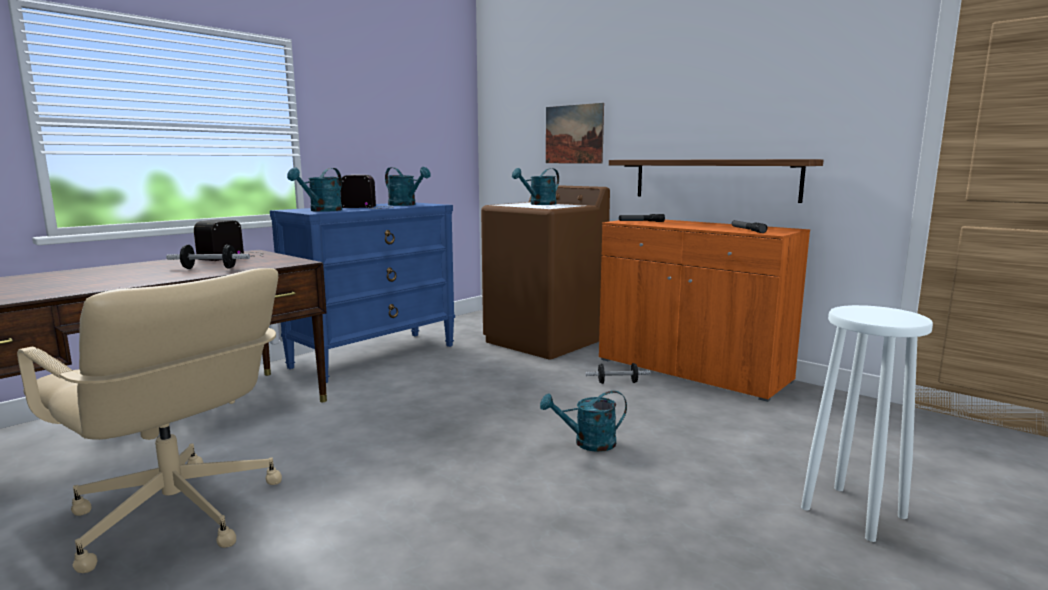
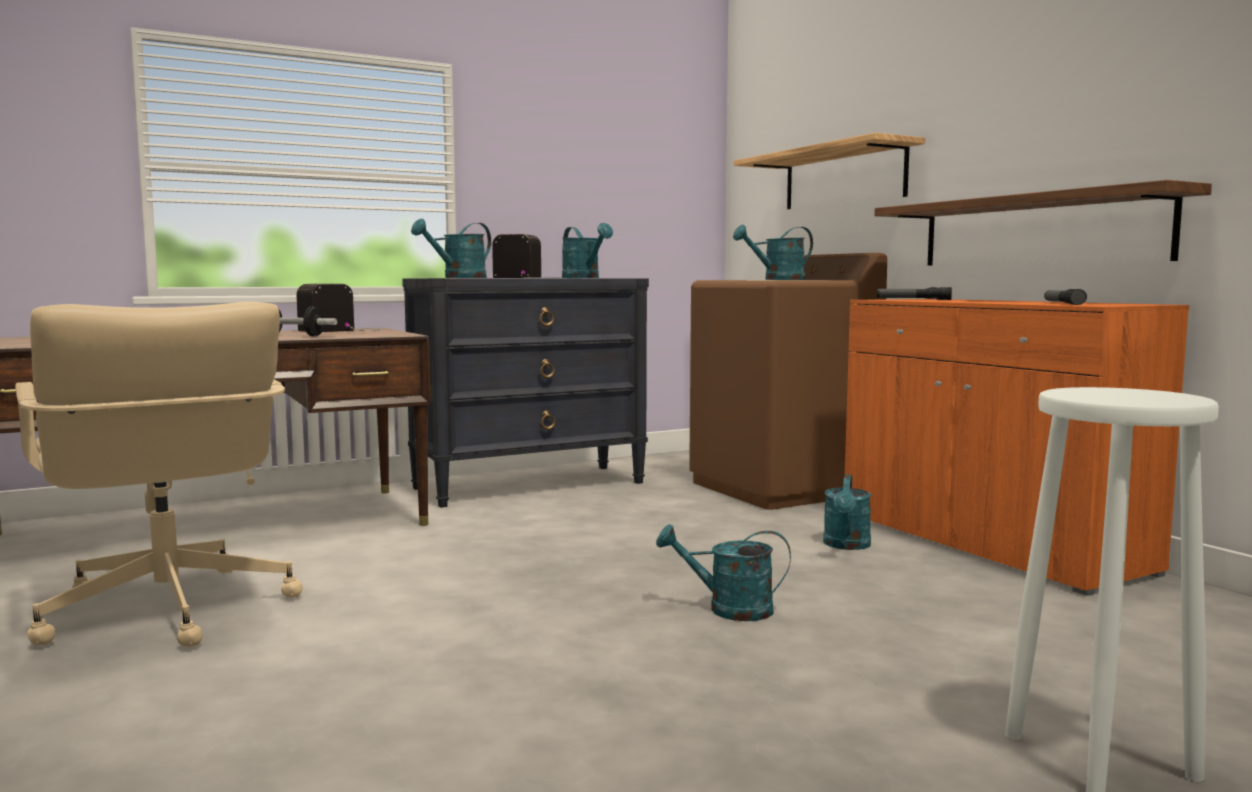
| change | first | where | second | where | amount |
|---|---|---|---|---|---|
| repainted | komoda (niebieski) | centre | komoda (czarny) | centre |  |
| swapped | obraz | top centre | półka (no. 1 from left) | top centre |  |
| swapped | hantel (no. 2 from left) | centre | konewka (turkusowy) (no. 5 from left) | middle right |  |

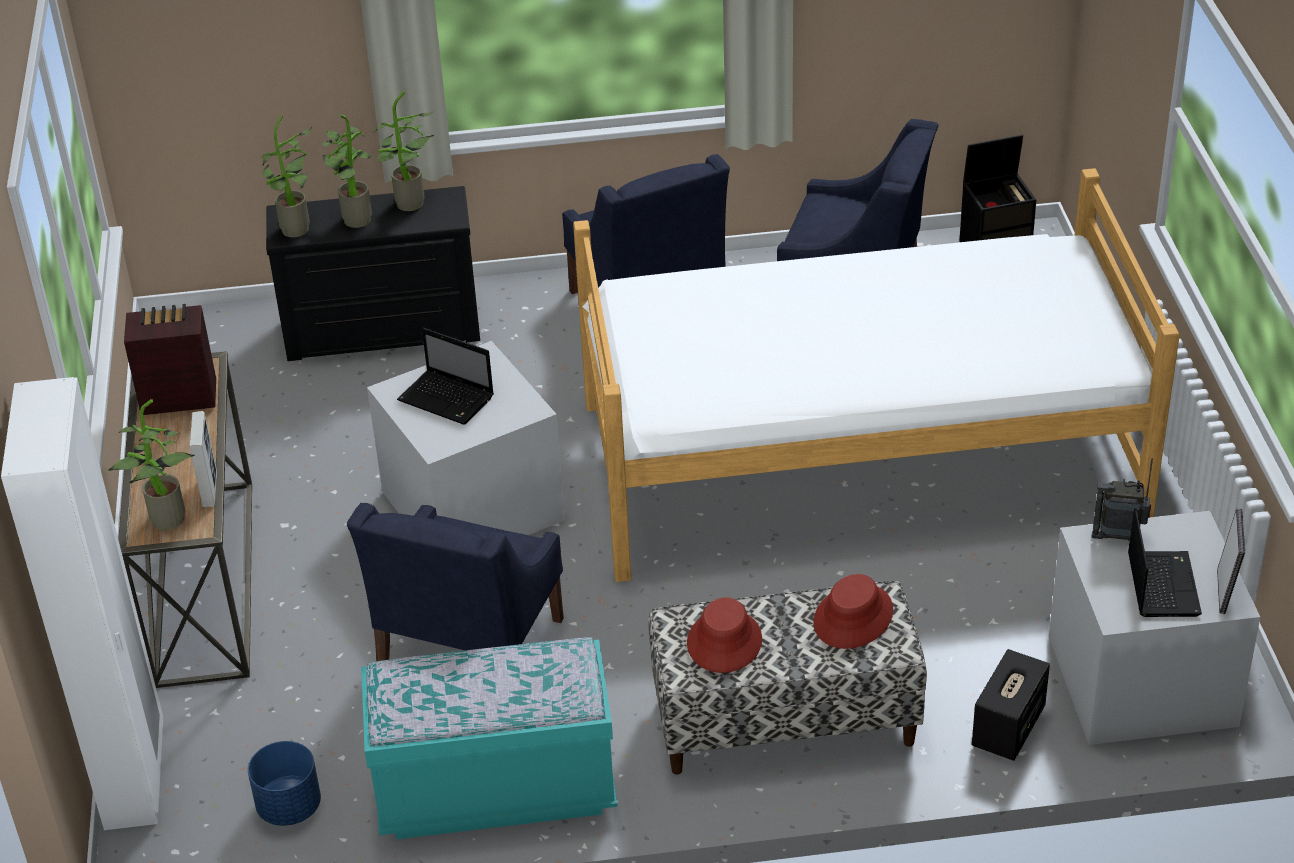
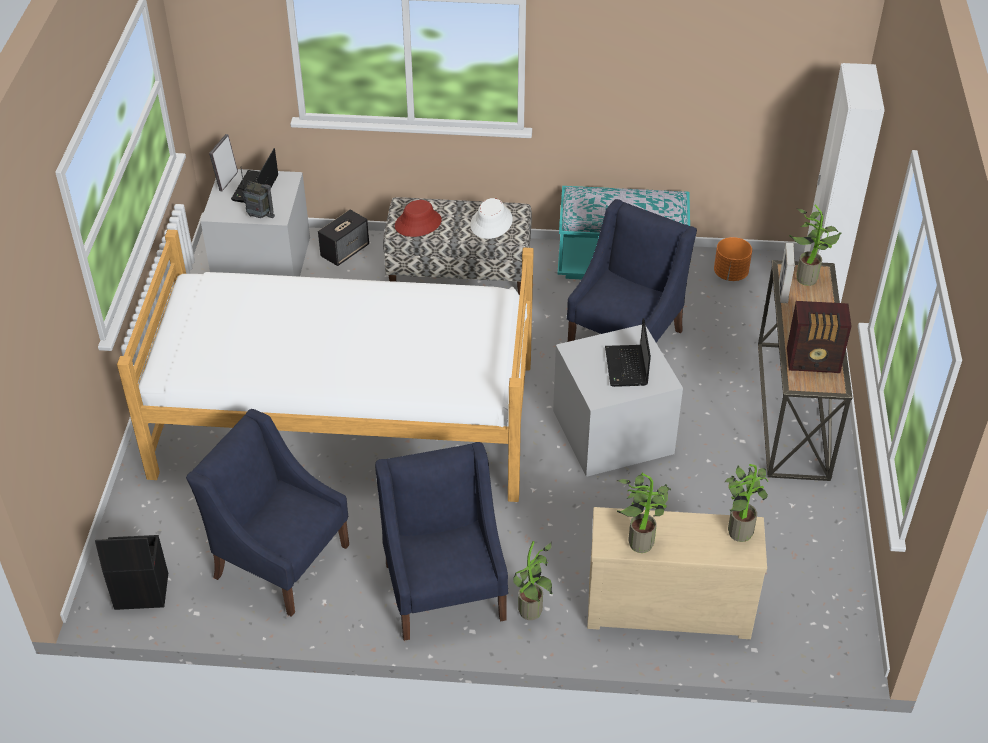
| change | first | where | second | where | amount |
|---|---|---|---|---|---|
| repainted | donica (niebieski) | bottom left | donica (pomarańczowy) | middle right |  |
| repainted | komoda (czarny) | top left | komoda (beżowy) | bottom right |  |
| shifted | roślina doniczkowa (no. 3 from left in the first image) | top left | roślina doniczkowa (no. 1 from left) | bottom centre |  |
| rotated | laptop (no. 1 from left in the first image) | centre | laptop (no. 2 from left) | centre | 135 degrees counterclockwise |
| repainted | kapelusz (czerwony) (no. 1 from left) | bottom centre | kapelusz (biały) | top centre |  |

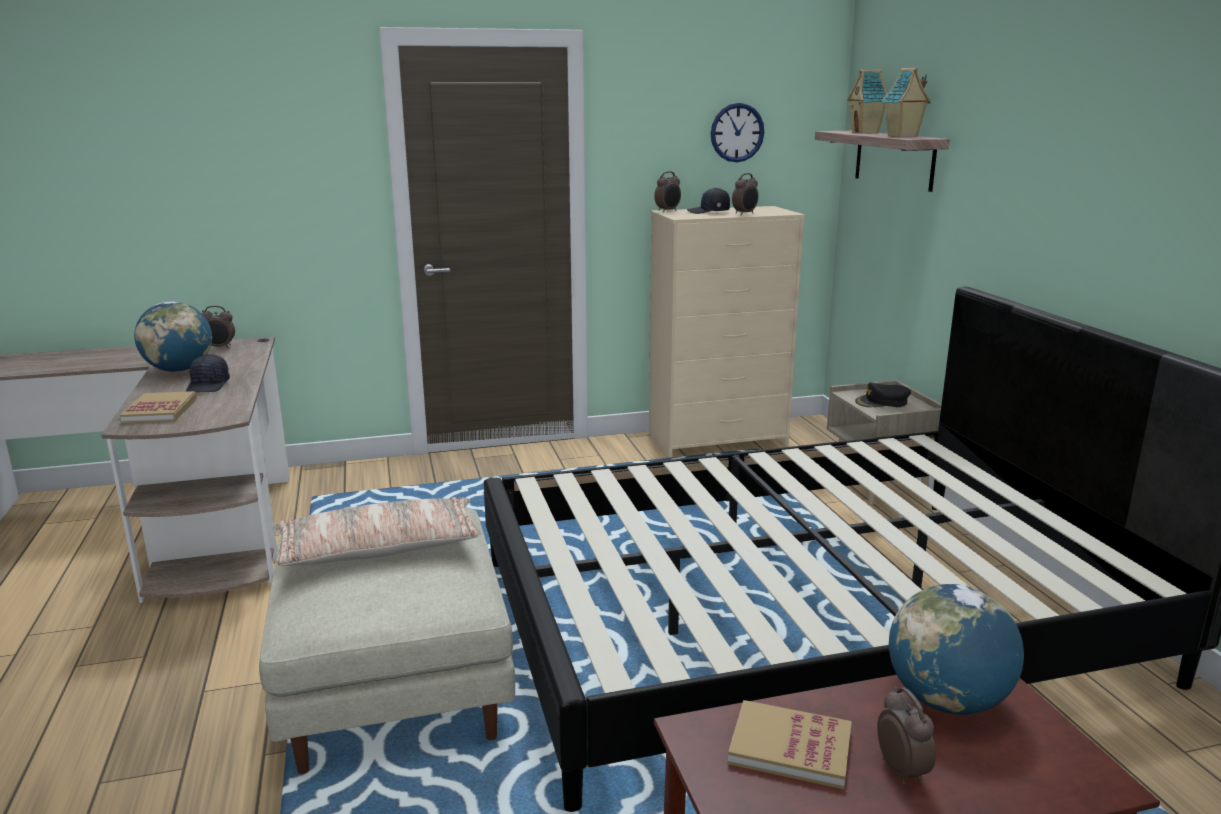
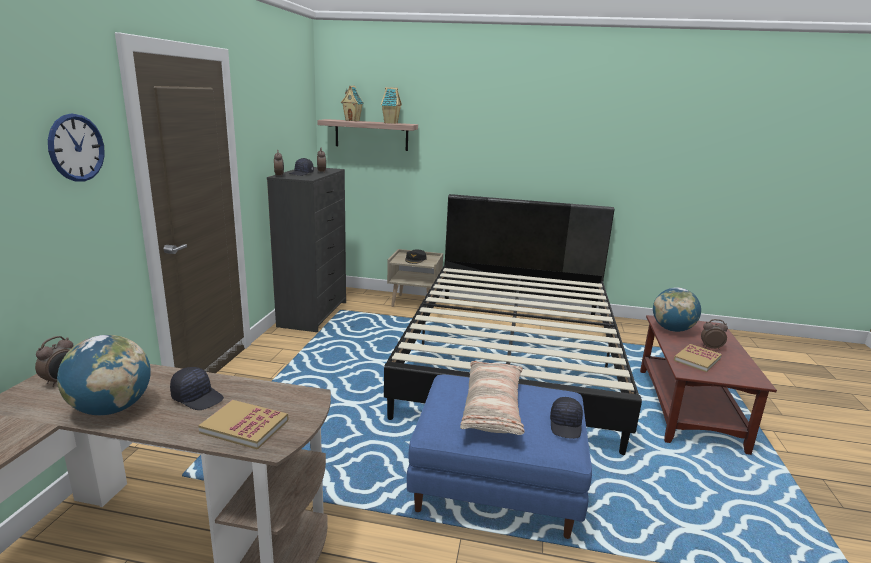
| change | first | where | second | where | amount |
|---|---|---|---|---|---|
| repainted | pufa (beżowy) | bottom left | pufa (niebieski) | bottom centre |  |
| repainted | komoda (beżowy) | centre | komoda (czarny) | centre |  |
| shifted | zegar ścienny | top centre |  | top left |  |
| new |  |  | czapka z daszkiem (czarny) (no. 4 from left) | bottom centre |  |

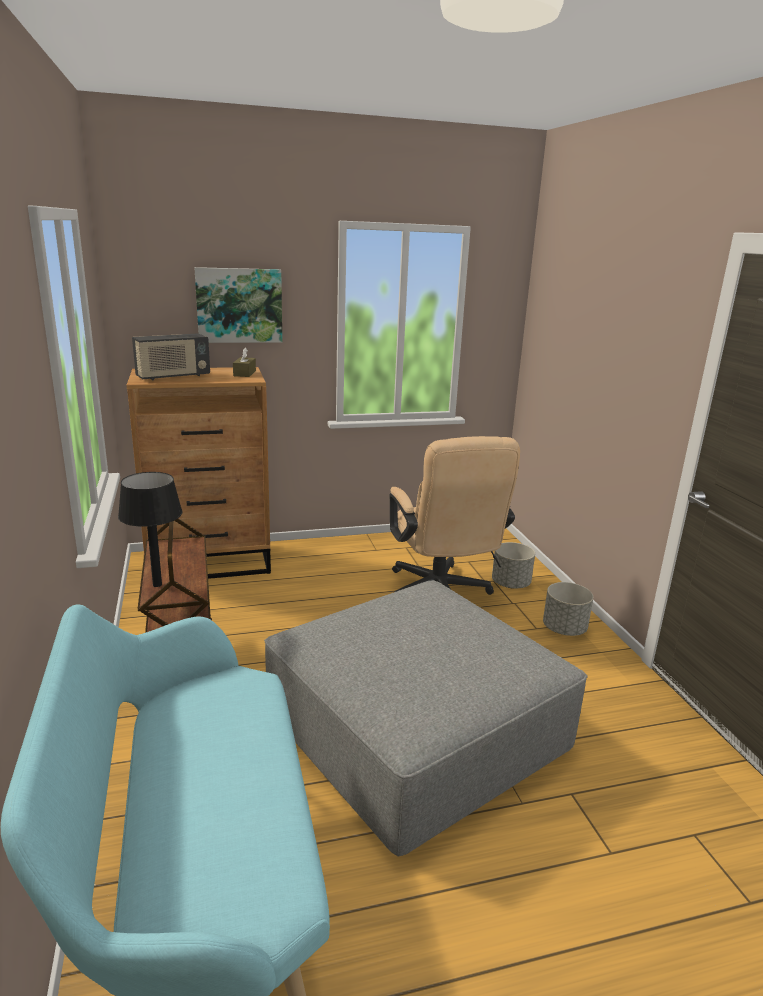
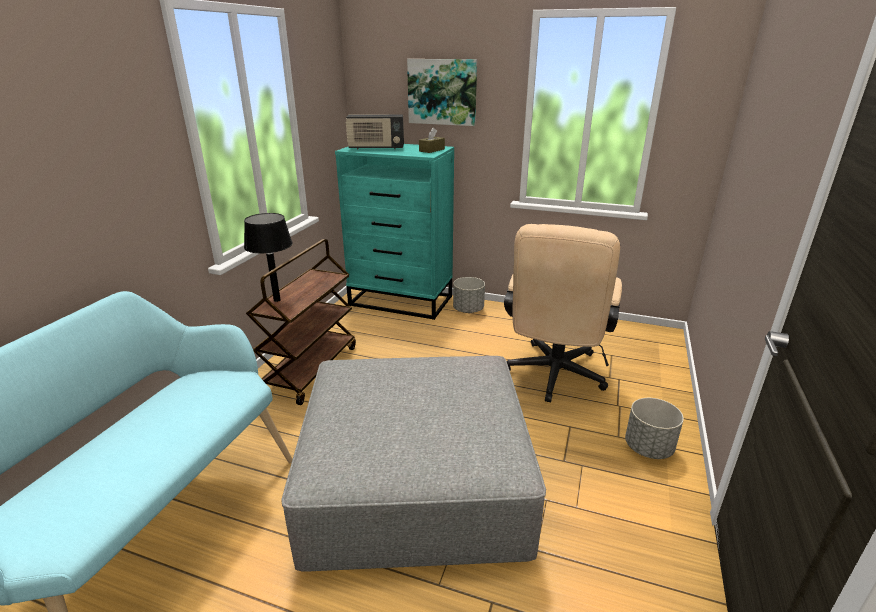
| change | first | where | second | where | amount |
|---|---|---|---|---|---|
| repainted | komoda (brązowy) | middle left | komoda (turkusowy) | centre |  |
| shifted | donica (szary) (no. 1 from left) | middle right |  | centre |  |

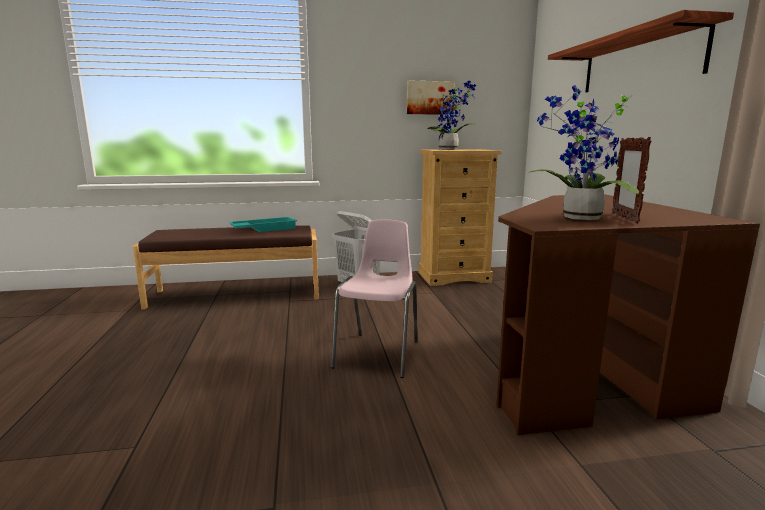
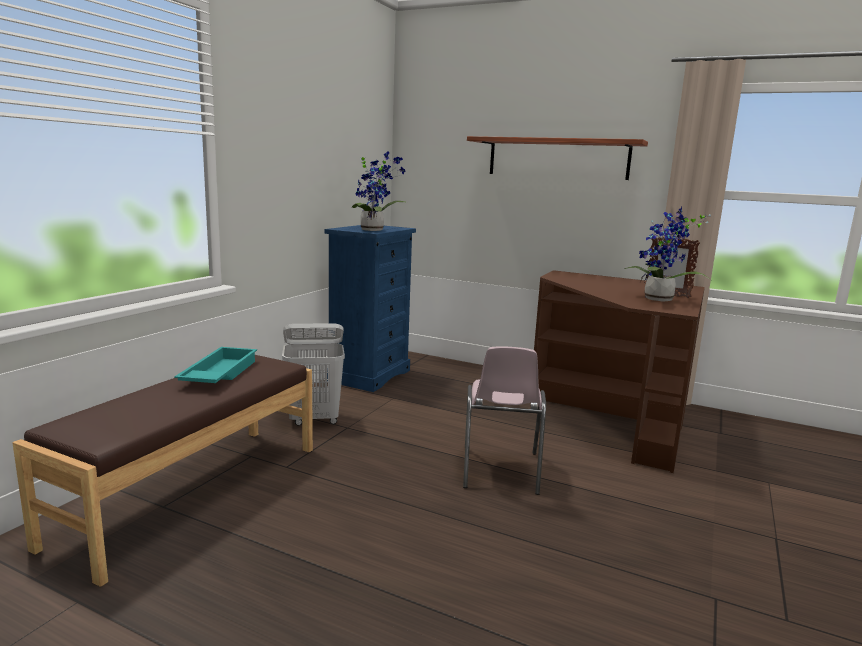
| change | first | where | second | where | amount |
|---|---|---|---|---|---|
| rotated | krzesło (różowy) | centre |  | centre | 135 degrees counterclockwise |
| gone | obraz | top centre |  |  |  |
| repainted | komoda (beżowy) | centre | komoda (niebieski) | centre |  |

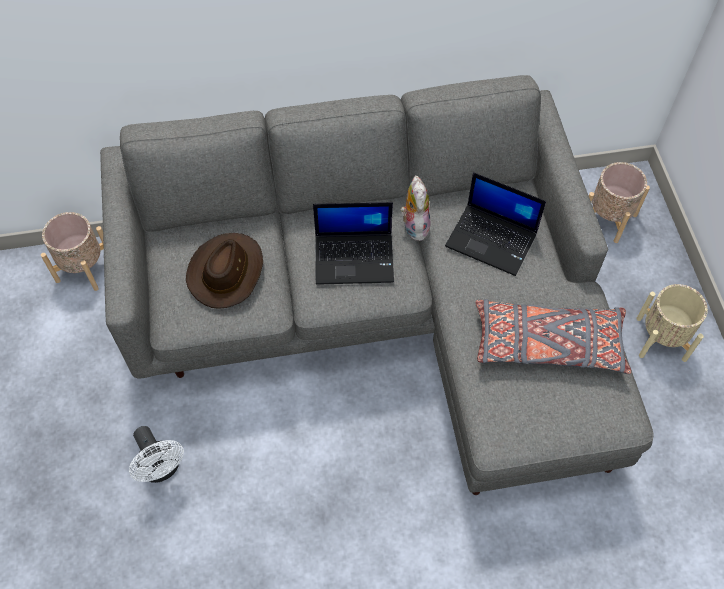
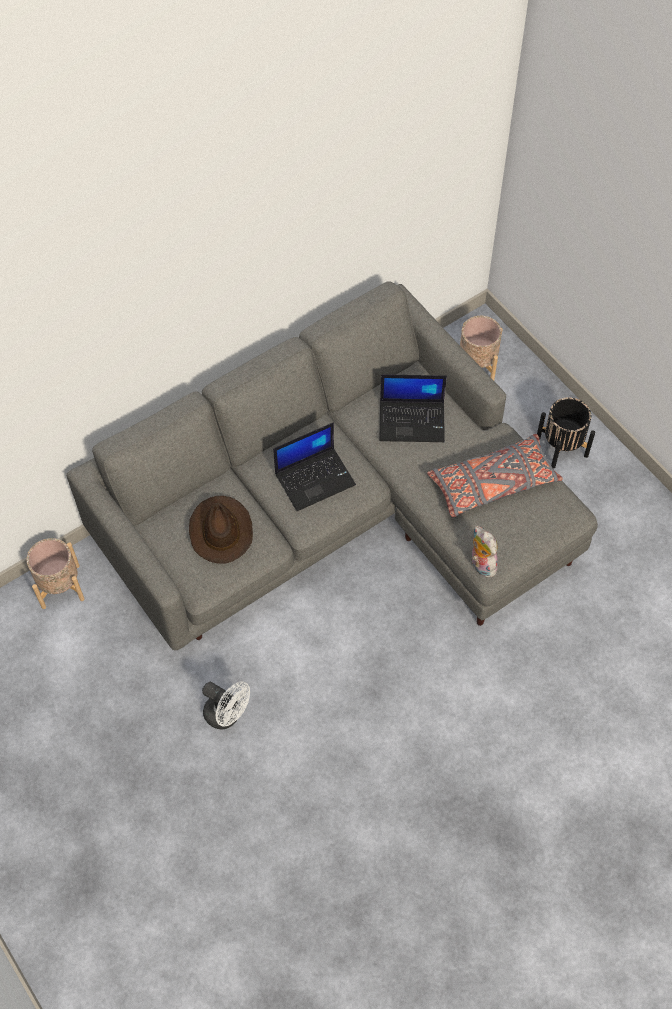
| change | first | where | second | where | amount |
|---|---|---|---|---|---|
| shifted | pluszak | centre |  | middle right |  |
| repainted | donica (beżowy) (no. 3 from left) | middle right | donica (czarny) | middle right |  |

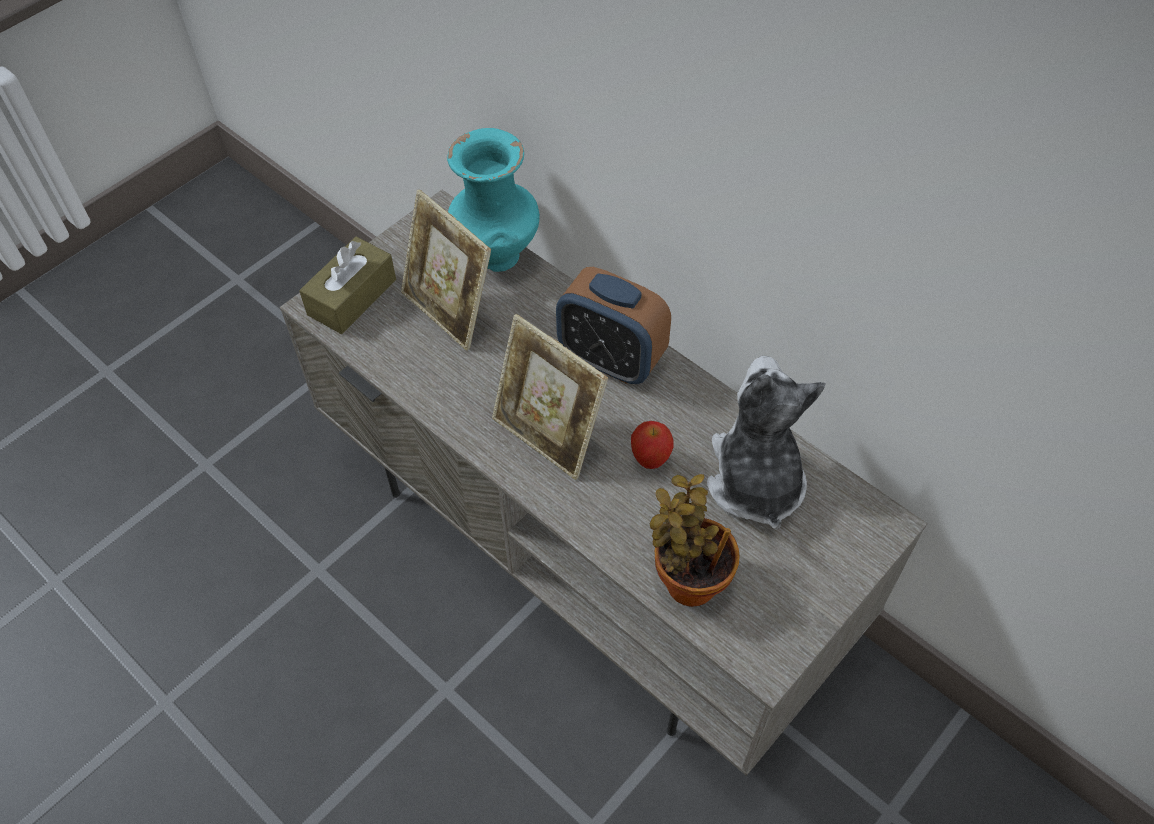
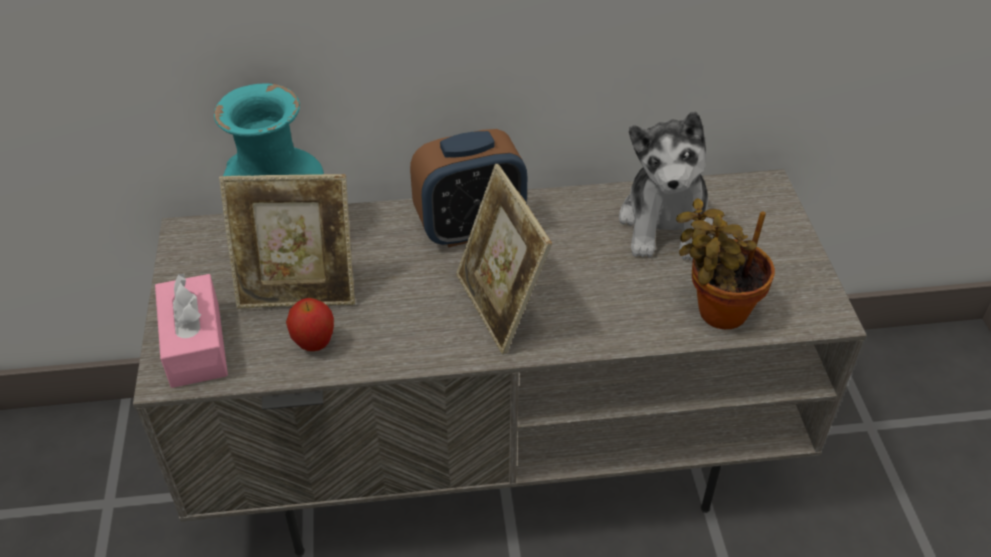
| change | first | where | second | where | amount |
|---|---|---|---|---|---|
| repainted | pudełko chusteczek (brązowy) | middle left | pudełko chusteczek (różowy) | middle left |  |
| rotated | ramka na zdjęcie (no. 2 from left) | centre |  | centre | 75 degrees clockwise |
| shifted | jabłko | centre |  | middle left |  |
| rotated | pluszak | centre |  | top right | 120 degrees counterclockwise |

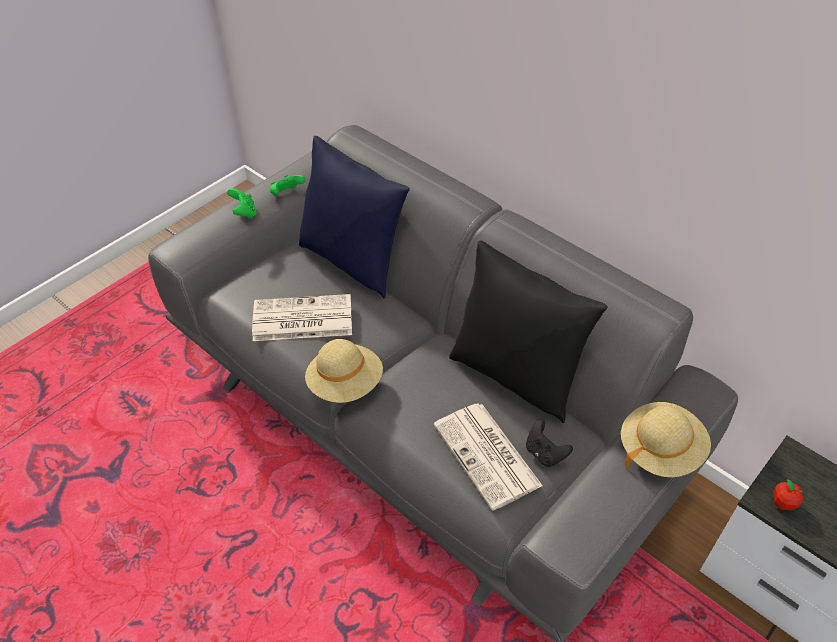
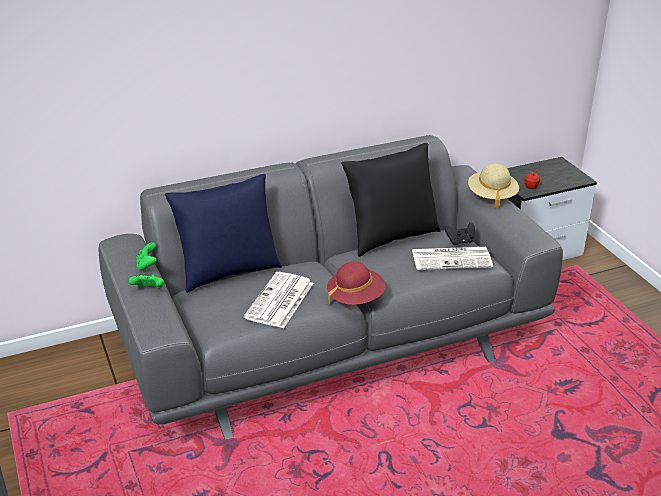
| change | first | where | second | where | amount |
|---|---|---|---|---|---|
| repainted | kapelusz (beżowy) (no. 1 from left) | centre | kapelusz (czerwony) | centre |  |

